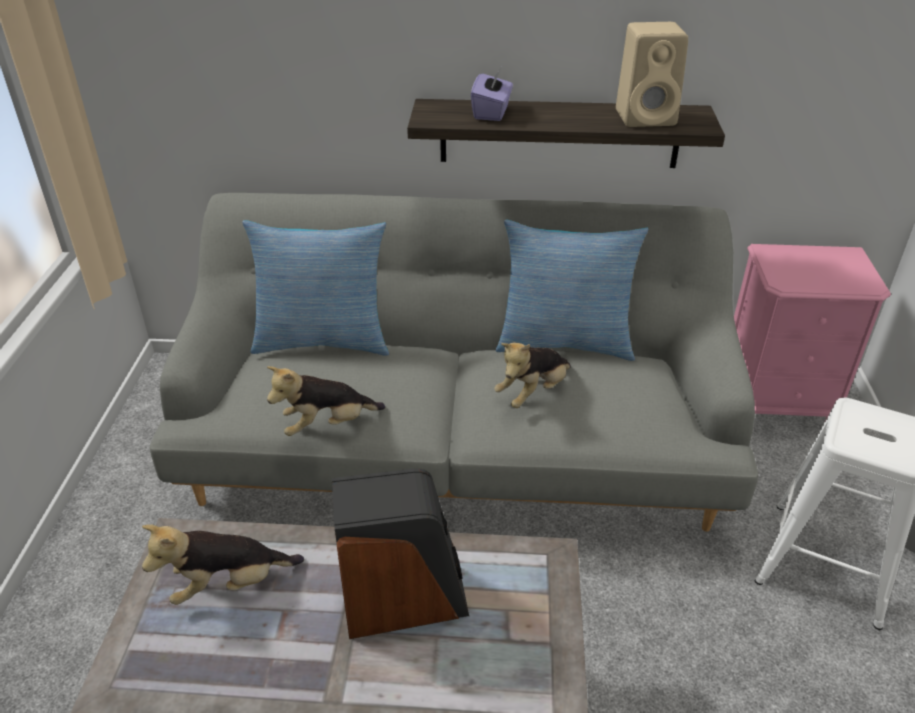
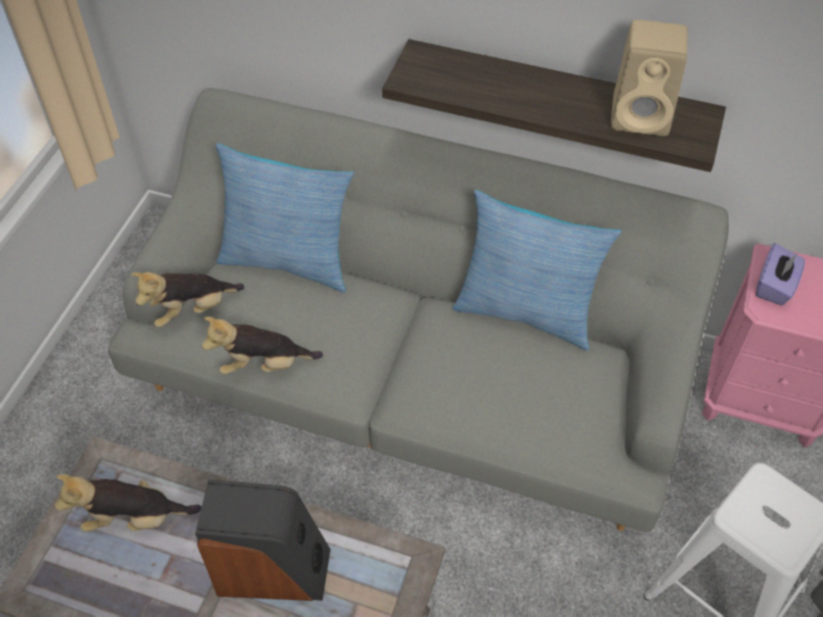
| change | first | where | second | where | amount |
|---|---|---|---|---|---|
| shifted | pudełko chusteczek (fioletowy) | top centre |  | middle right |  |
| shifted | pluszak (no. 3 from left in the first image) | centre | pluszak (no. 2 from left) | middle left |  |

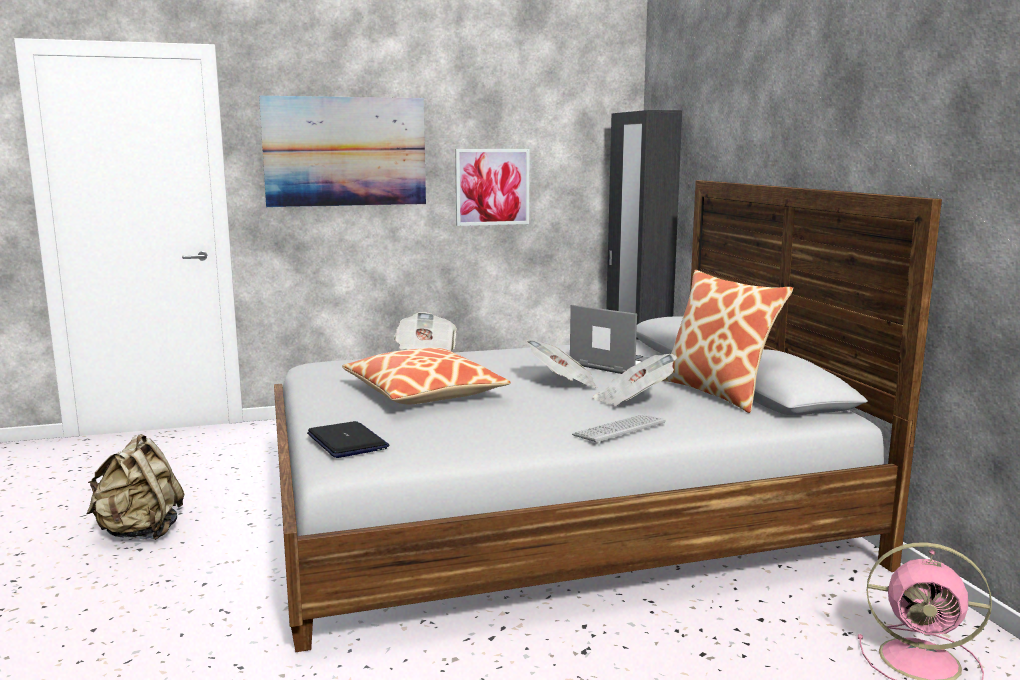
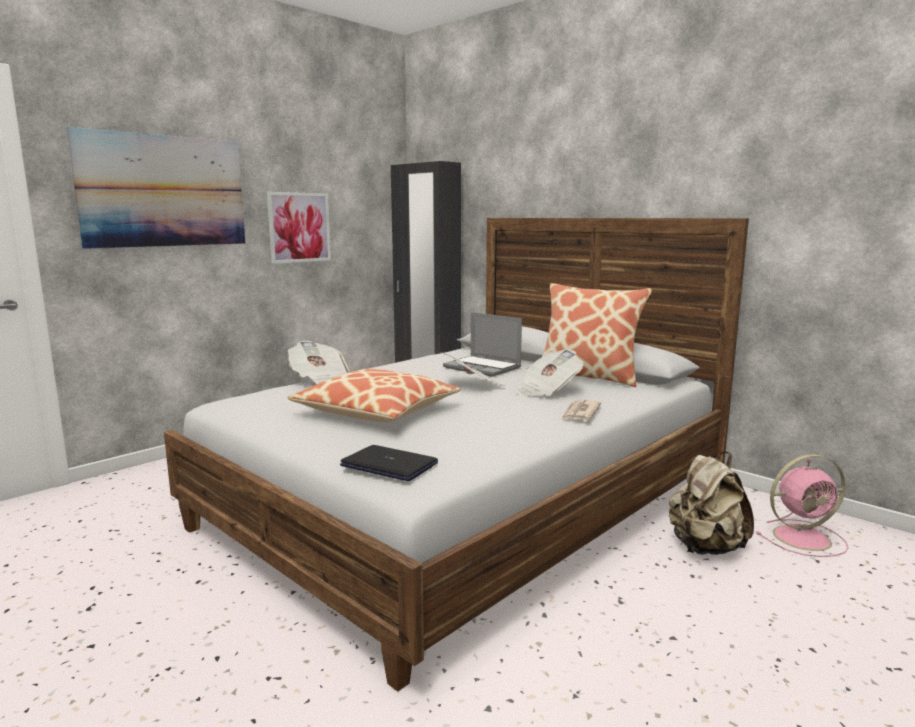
| change | first | where | second | where | amount |
|---|---|---|---|---|---|
| shifted | plecak (beżowy) | bottom left |  | bottom right |  |
| rotated | laptop (no. 2 from left) | centre |  | centre | 150 degrees counterclockwise |
| swapped | klawiatura | centre | gazeta (no. 4 from left) | centre |  |

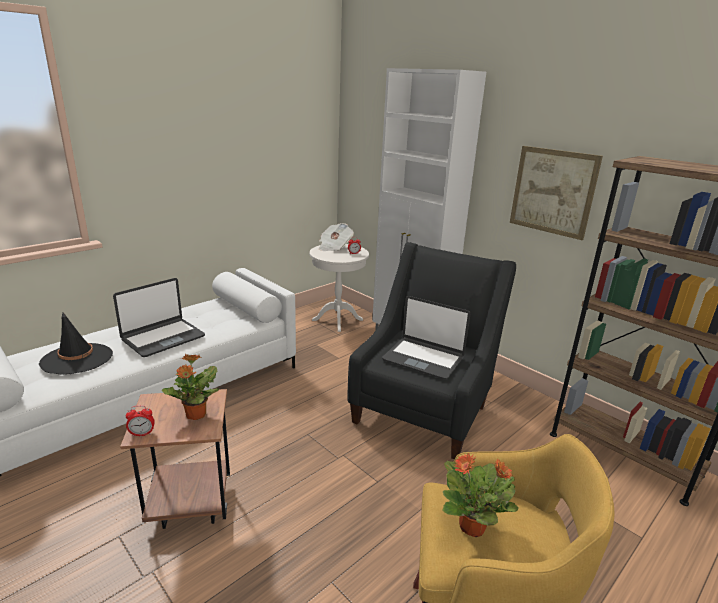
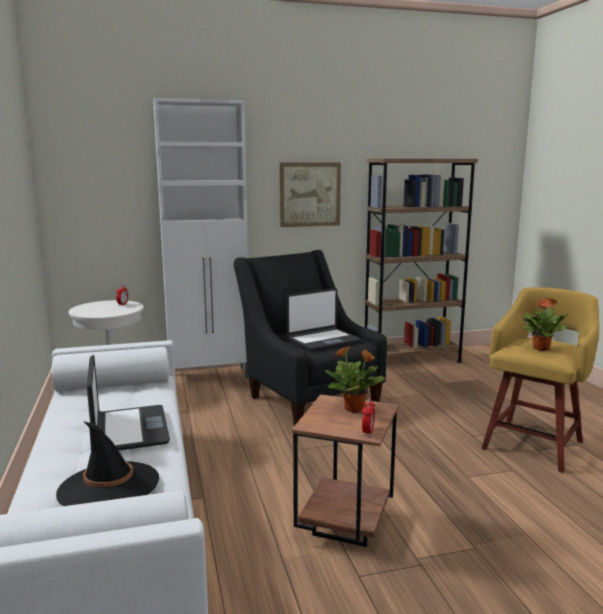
| change | first | where | second | where | amount |
|---|---|---|---|---|---|
| gone | gazeta | centre |  |  |  |

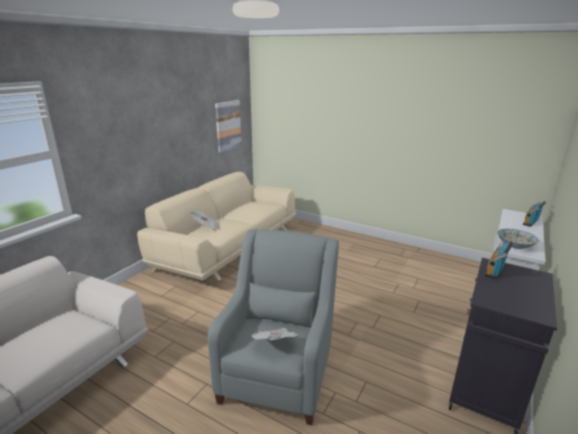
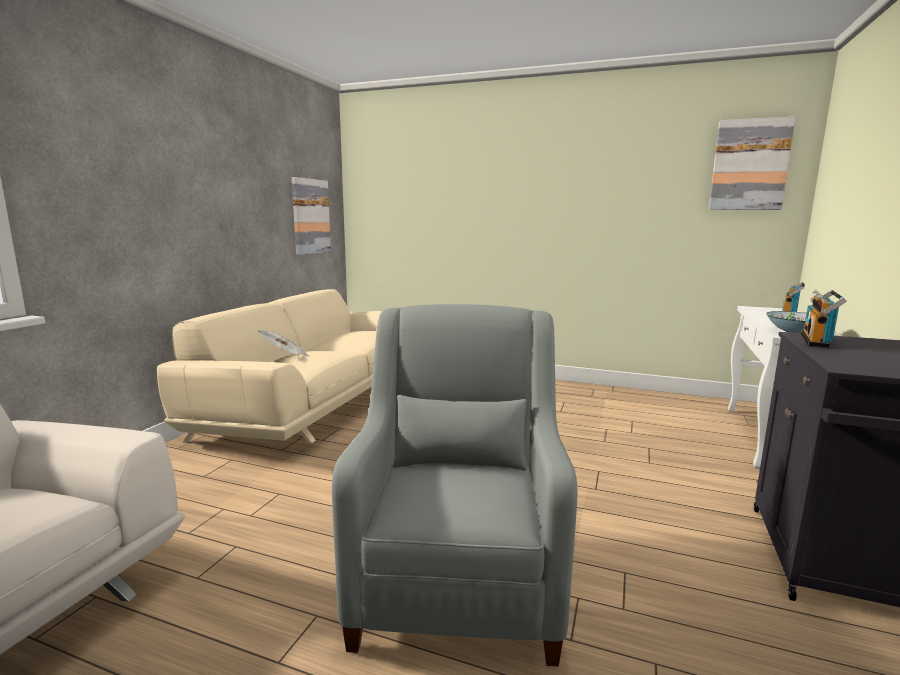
| change | first | where | second | where | amount |
|---|---|---|---|---|---|
| gone | gazeta (no. 2 from left) | bottom centre |  |  |  |
| new |  |  | obraz (no. 2 from left) | top right |  |

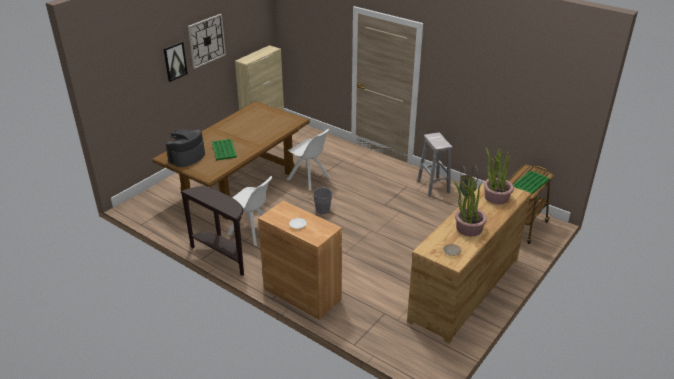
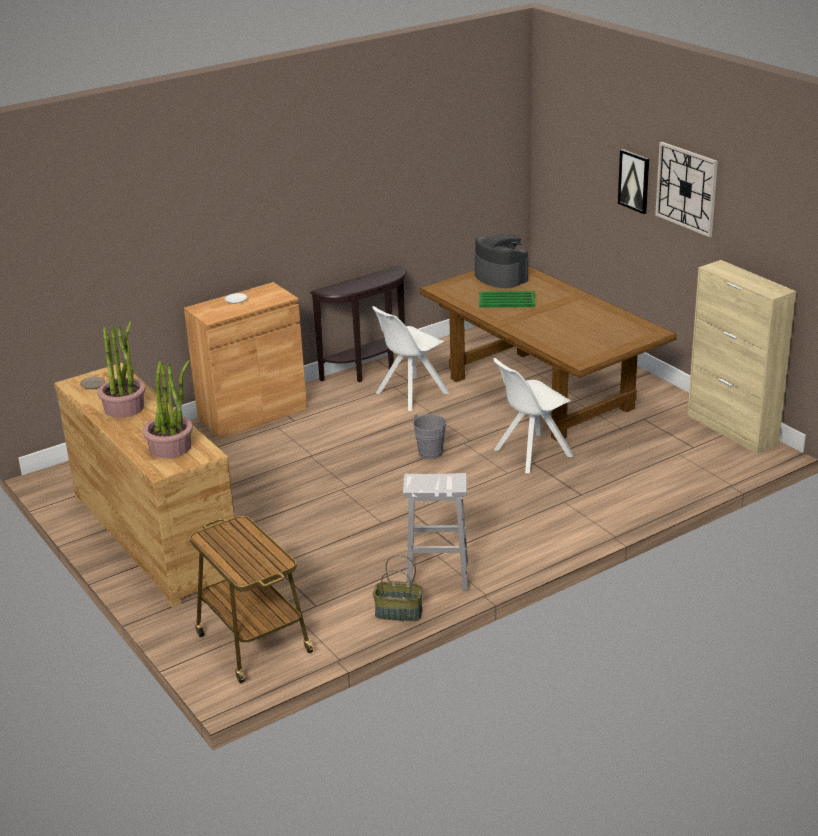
| change | first | where | second | where | amount |
|---|---|---|---|---|---|
| gone | taca (zielony) (no. 2 from left) | middle right |  |  |  |

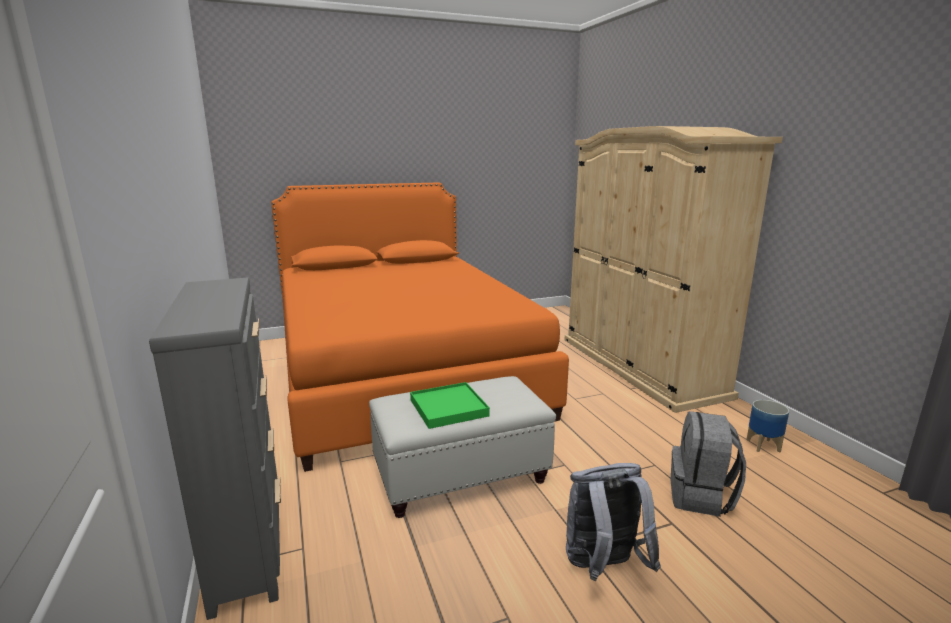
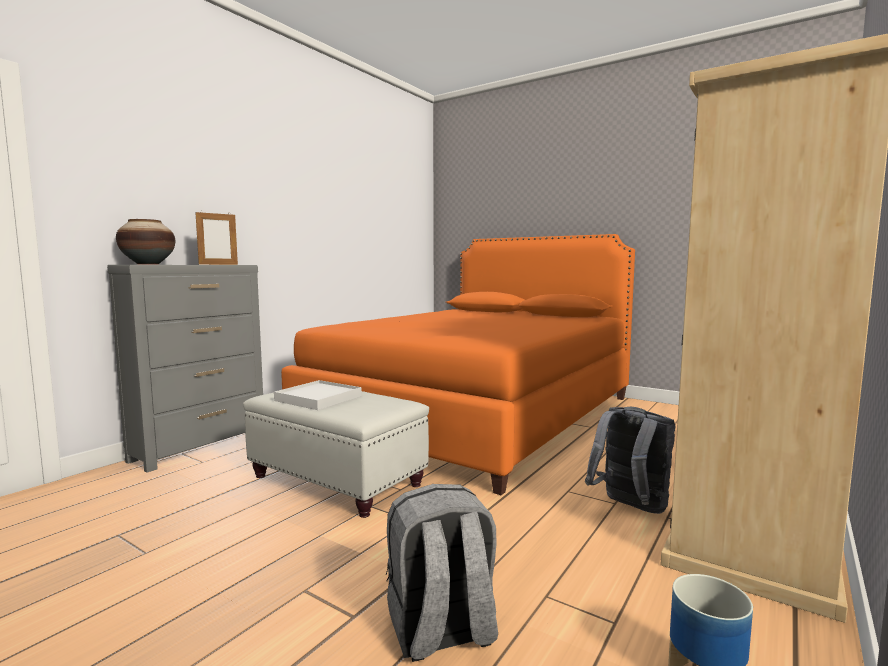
| change | first | where | second | where | amount |
|---|---|---|---|---|---|
| repainted | taca (zielony) | centre | taca (biały) | centre |  |
| shifted | plecak (szary) (no. 1 from left in the first image) | bottom centre | plecak (szary) (no. 2 from left) | bottom right |  |
| new |  |  | wazon | middle left |  |
| new |  |  | ramka na zdjęcie | middle left |  |

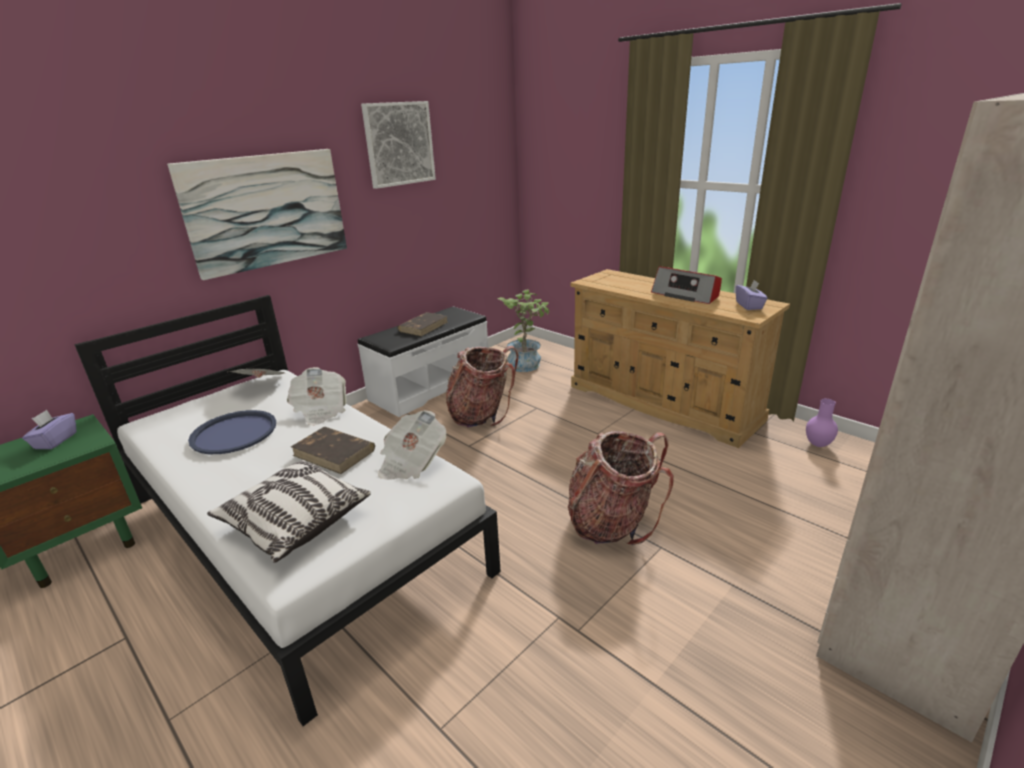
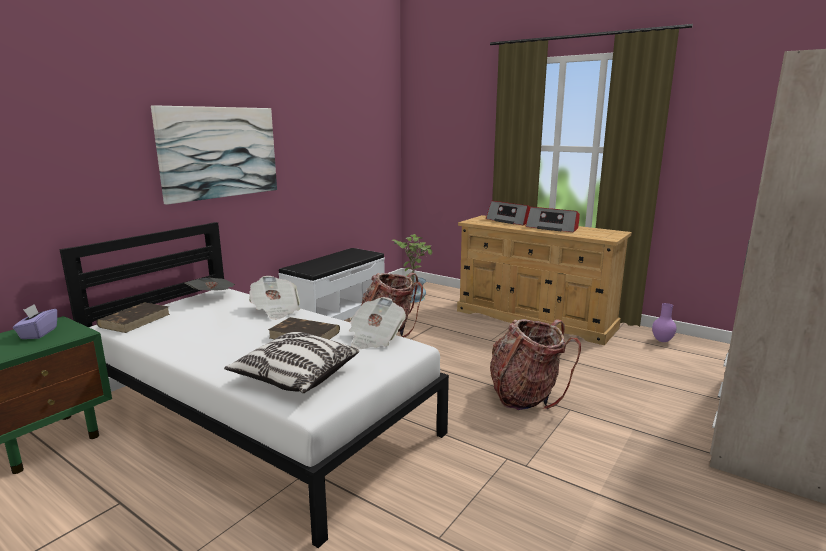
| change | first | where | second | where | amount |
|---|---|---|---|---|---|
| gone | taca (niebieski) | middle left |  |  |  |
| gone | obraz (no. 2 from left) | top centre |  |  |  |
| shifted | książka (brązowy) (no. 2 from left in the first image) | centre | książka (brązowy) (no. 1 from left) | middle left |  |
| gone | pudełko chusteczek (fioletowy) (no. 2 from left) | middle right |  |  |  |
| new |  |  | radio (no. 1 from left) | centre |  |

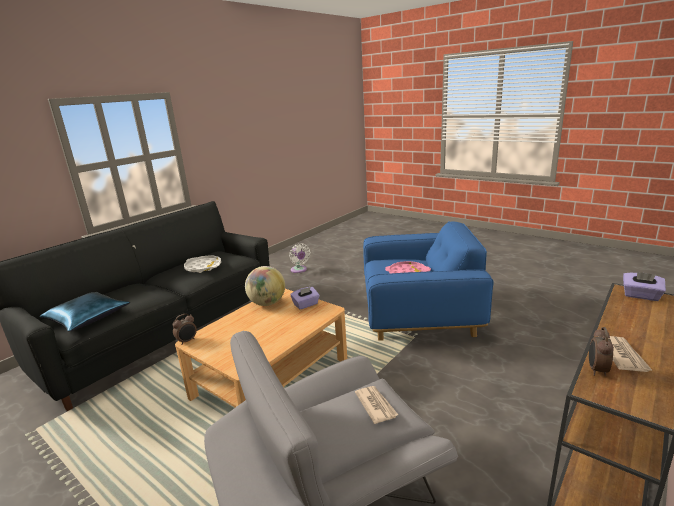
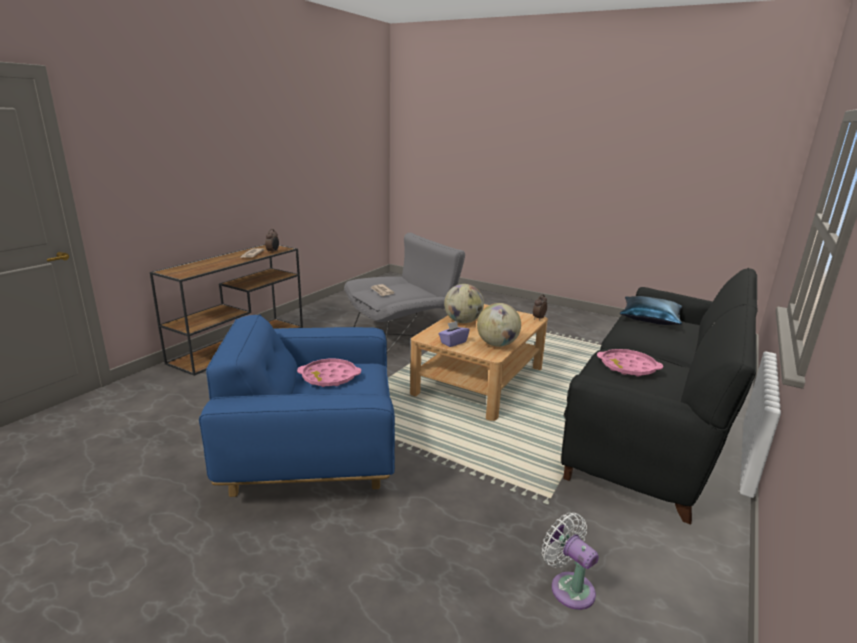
| change | first | where | second | where | amount |
|---|---|---|---|---|---|
| repainted | taca (biały) | middle left | taca (różowy) (no. 2 from left) | middle right |  |
| gone | pudełko chusteczek (fioletowy) (no. 2 from left) | middle right |  |  |  |
| new |  |  | globus (no. 1 from left) | centre |  |

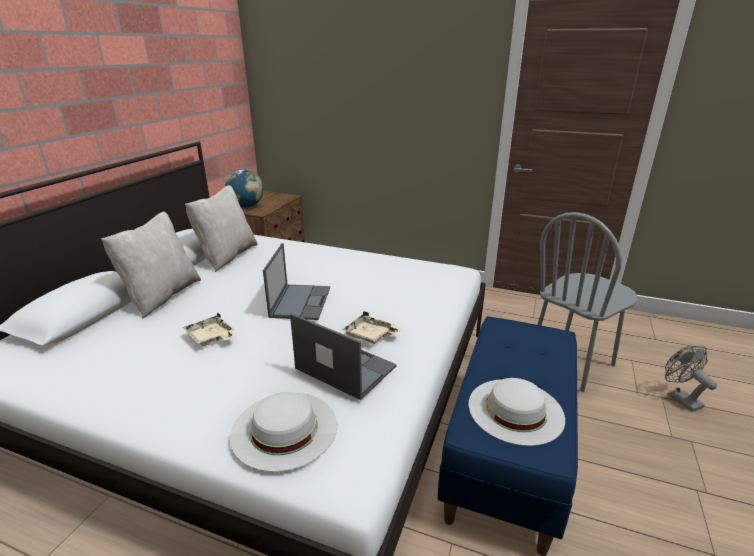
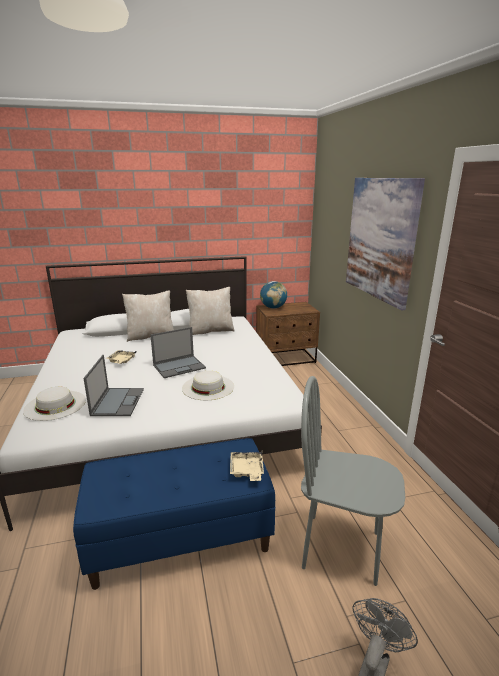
| change | first | where | second | where | amount |
|---|---|---|---|---|---|
| shifted | taca (beżowy) (no. 2 from left) | centre |  | bottom centre |  |
| shifted | kapelusz (biały) (no. 2 from left) | bottom right |  | centre |  |
| new |  |  | obraz | middle right |  |

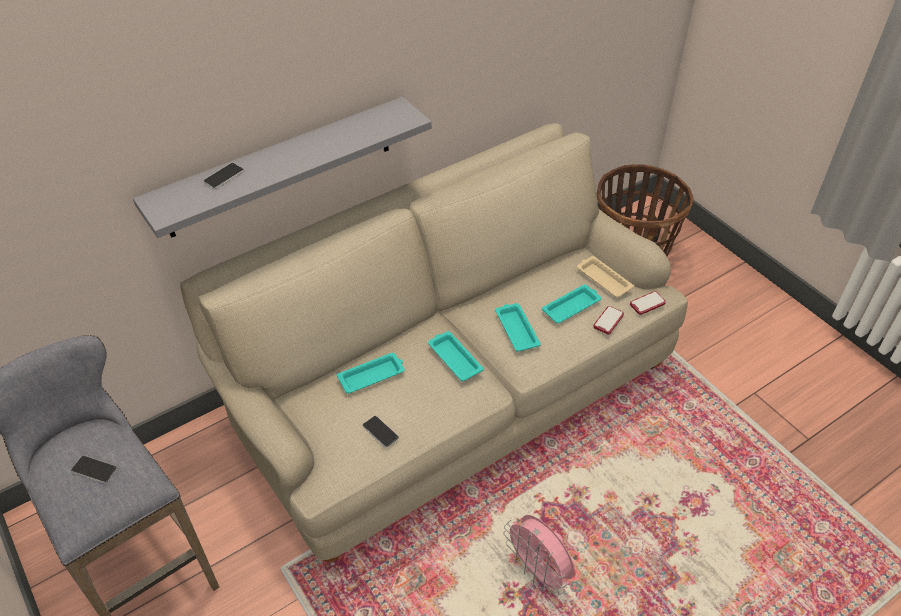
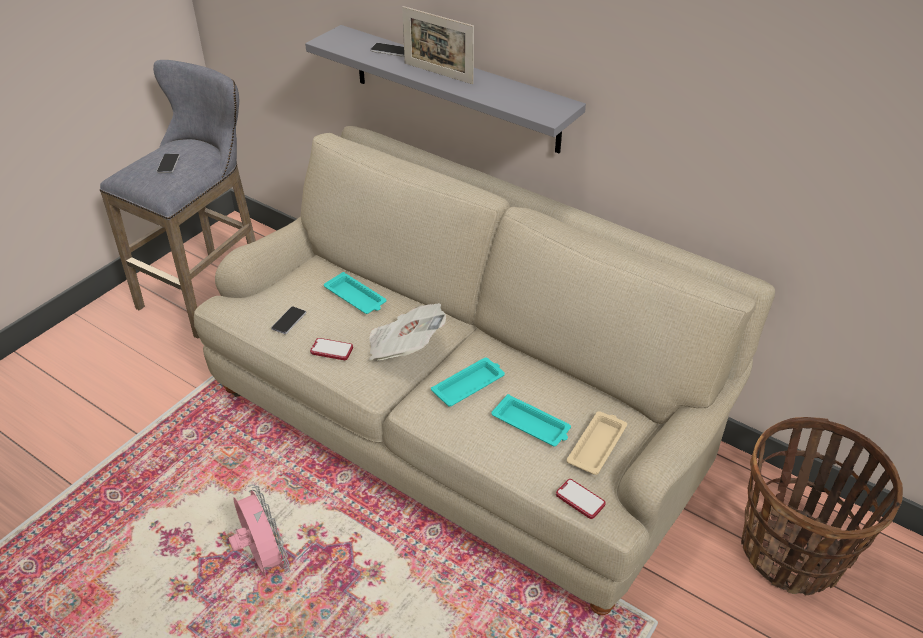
| change | first | where | second | where | amount |
|---|---|---|---|---|---|
| swapped | taca (turkusowy) (no. 2 from left) | centre | gazeta | centre |  |
| rotated | wentylator (różowy) | bottom centre |  | bottom left | 120 degrees clockwise |
| shifted | telefon (no. 4 from left in the first image) | middle right | telefon (no. 3 from left) | centre |  |
| new |  |  | ramka na zdjęcie | top centre |  |

